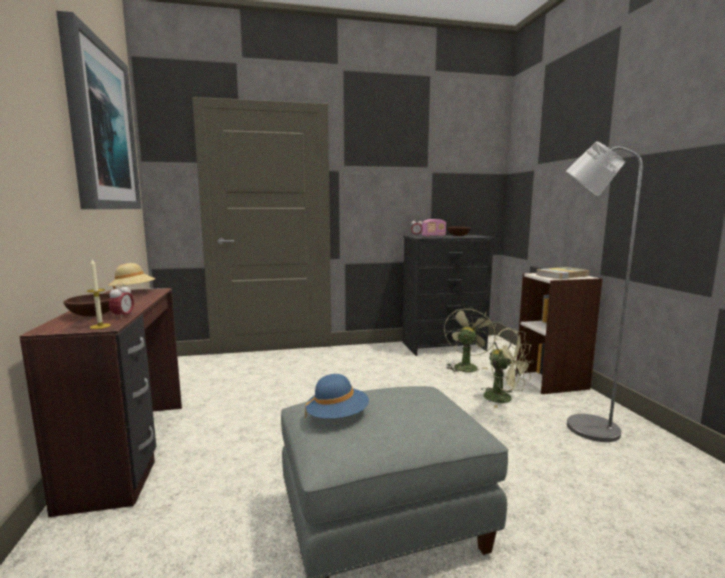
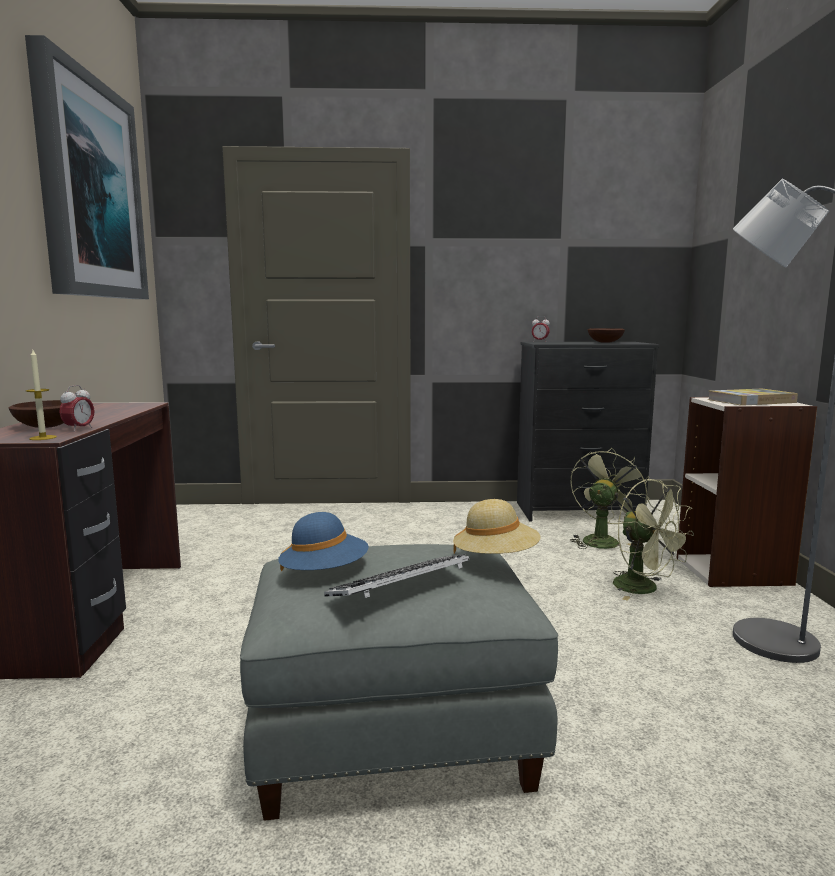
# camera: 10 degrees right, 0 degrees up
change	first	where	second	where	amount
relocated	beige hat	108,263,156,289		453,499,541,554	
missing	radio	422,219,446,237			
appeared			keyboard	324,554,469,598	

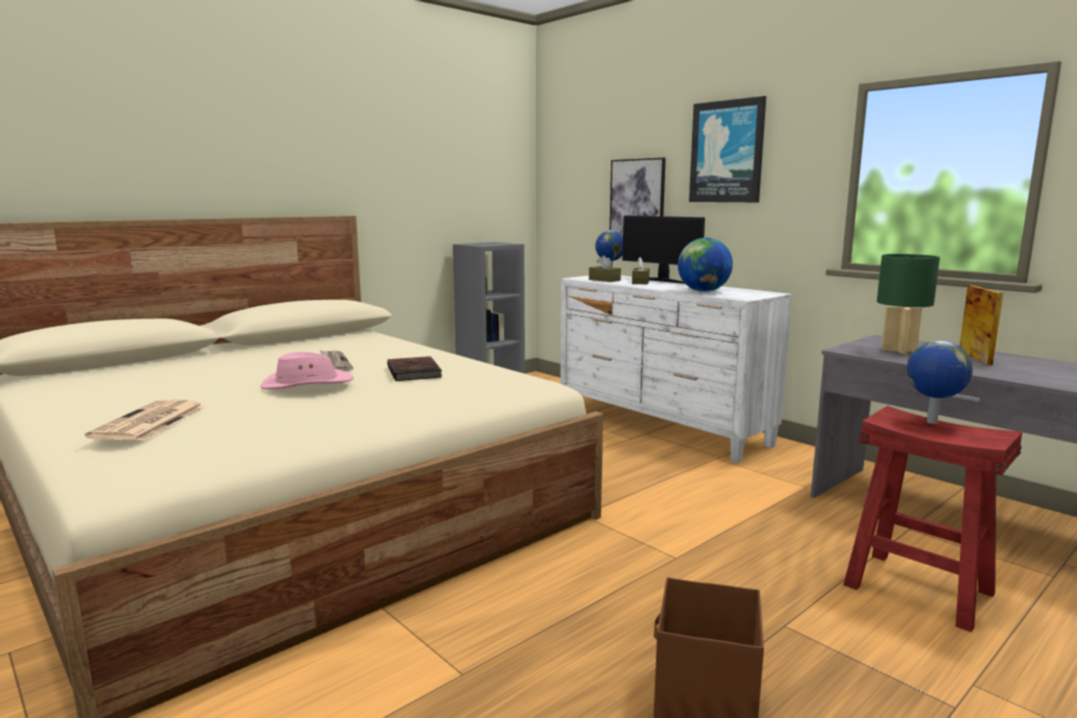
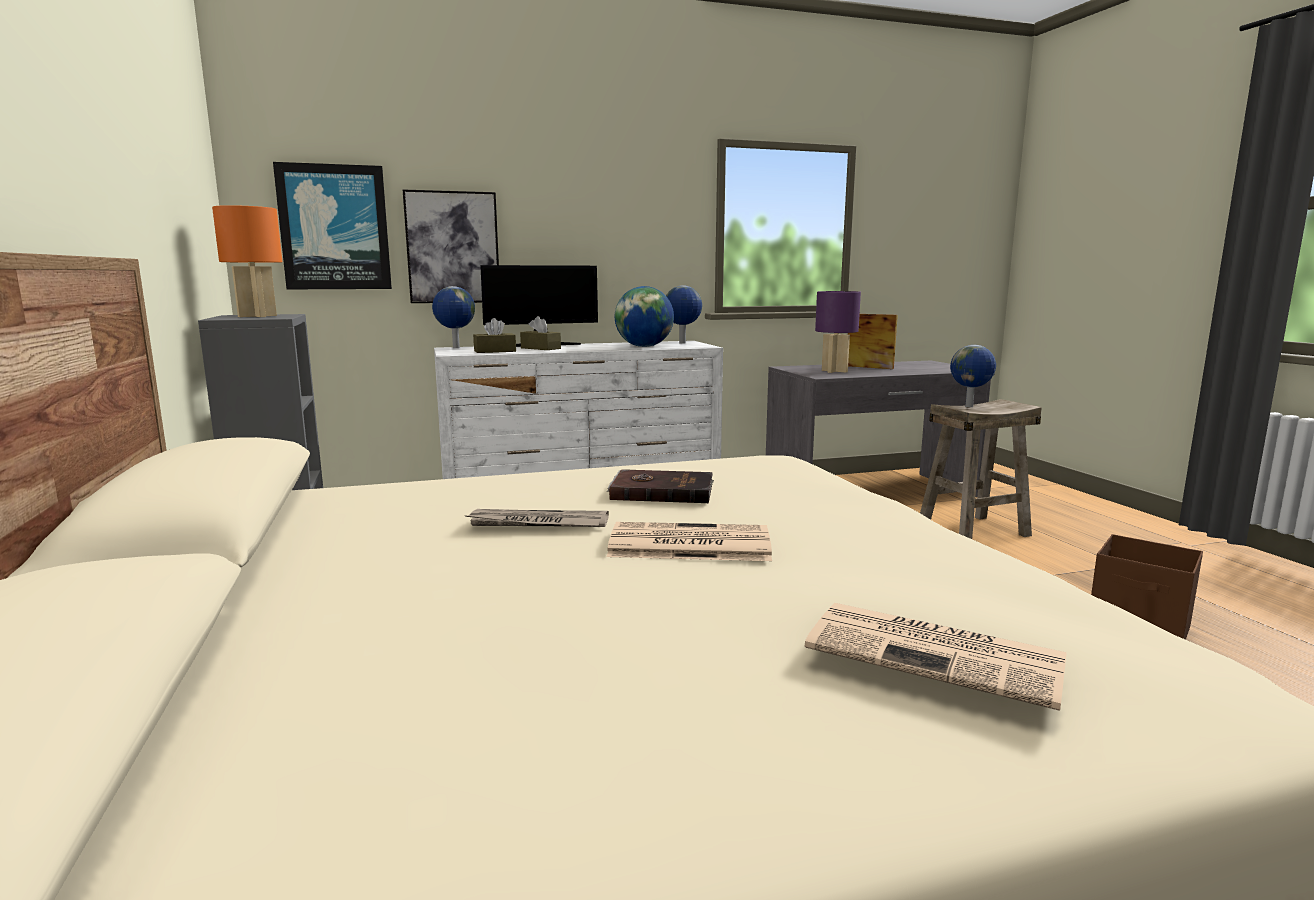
# camera: 65 degrees left, 0 degrees up
change	first	where	second	where	amount
exchanged	pink hat	260,352,354,389	newspaper	607,522,772,561	
relocated	picture	689,96,766,202		273,162,392,289	
colour	red stool	843,406,1022,632	beige stool	920,399,1042,539	
colour	green table lamp	877,254,940,354	purple table lamp	815,291,861,373	
appeared			orange table lamp	212,205,282,317	
appeared			globe	666,285,702,344	

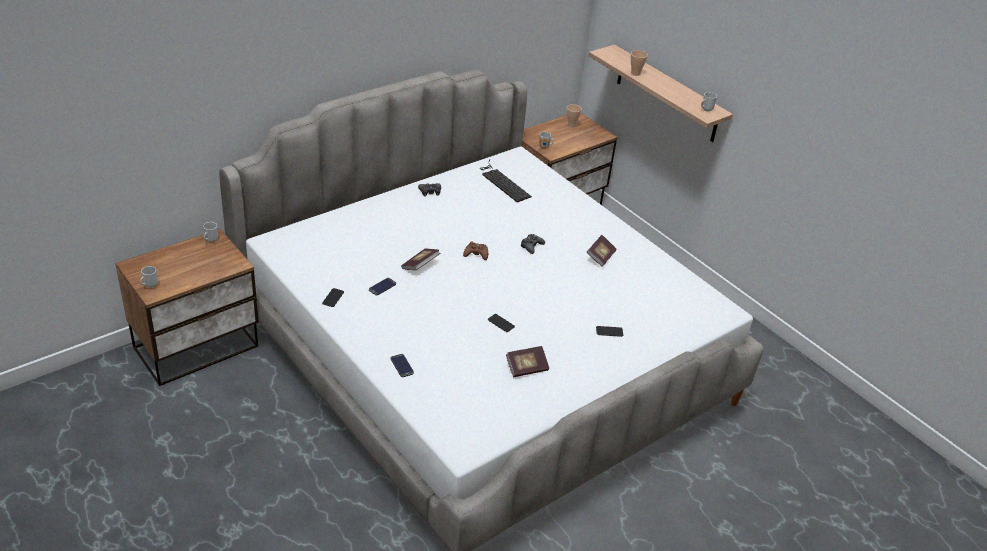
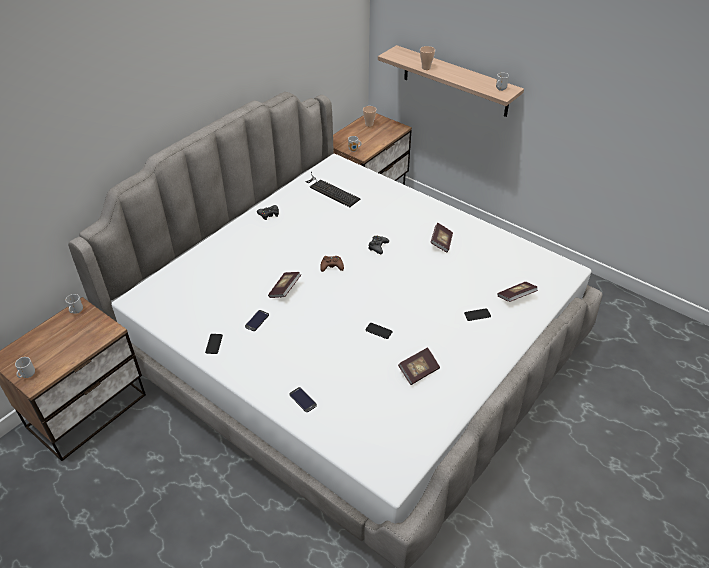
# camera: 10 degrees left, 5 degrees up
change	first	where	second	where	amount
appeared			book	497,282,538,302	

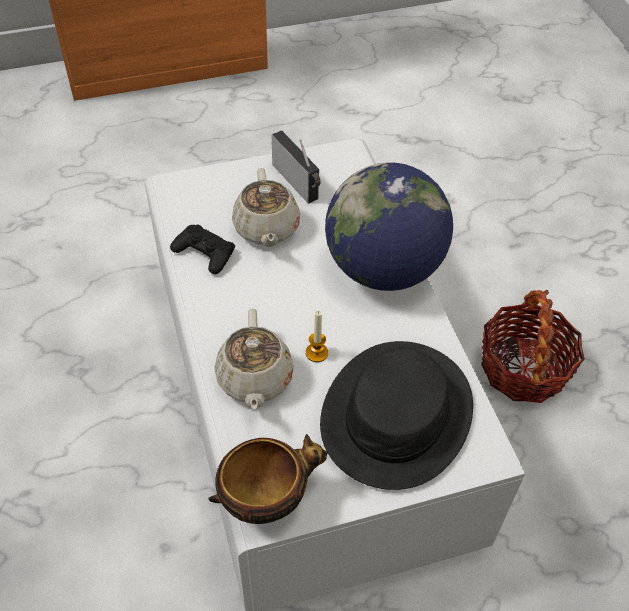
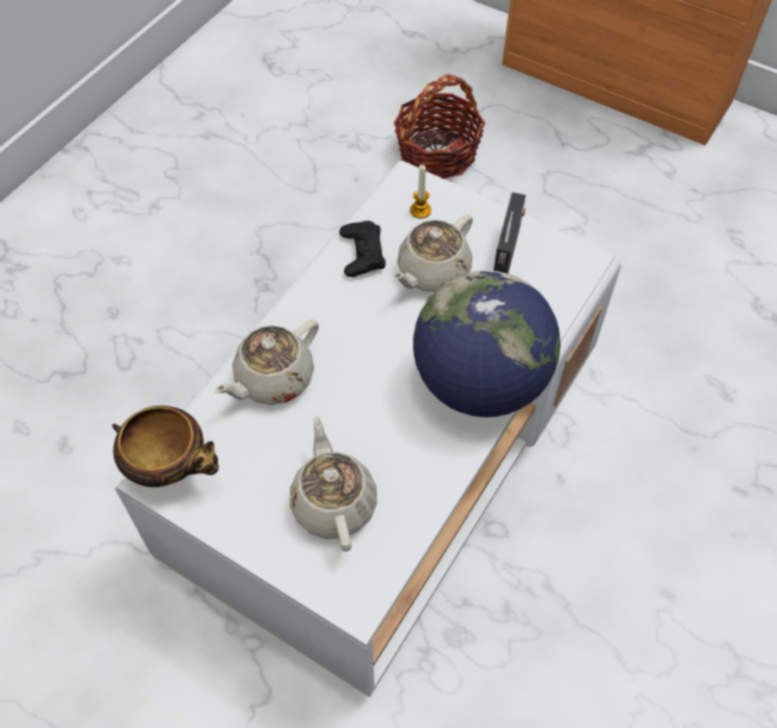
# camera: 50 degrees right, 5 degrees up
change	first	where	second	where	amount
relocated	candle	306,311,328,362		410,164,431,218	
exchanged	black hat	320,341,473,490	beige teapot	290,416,377,551	
relocated	basket	481,290,585,403		394,75,485,179	

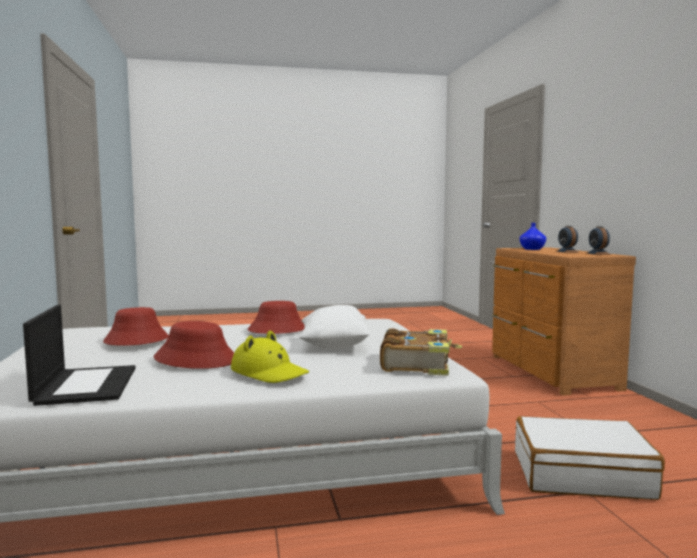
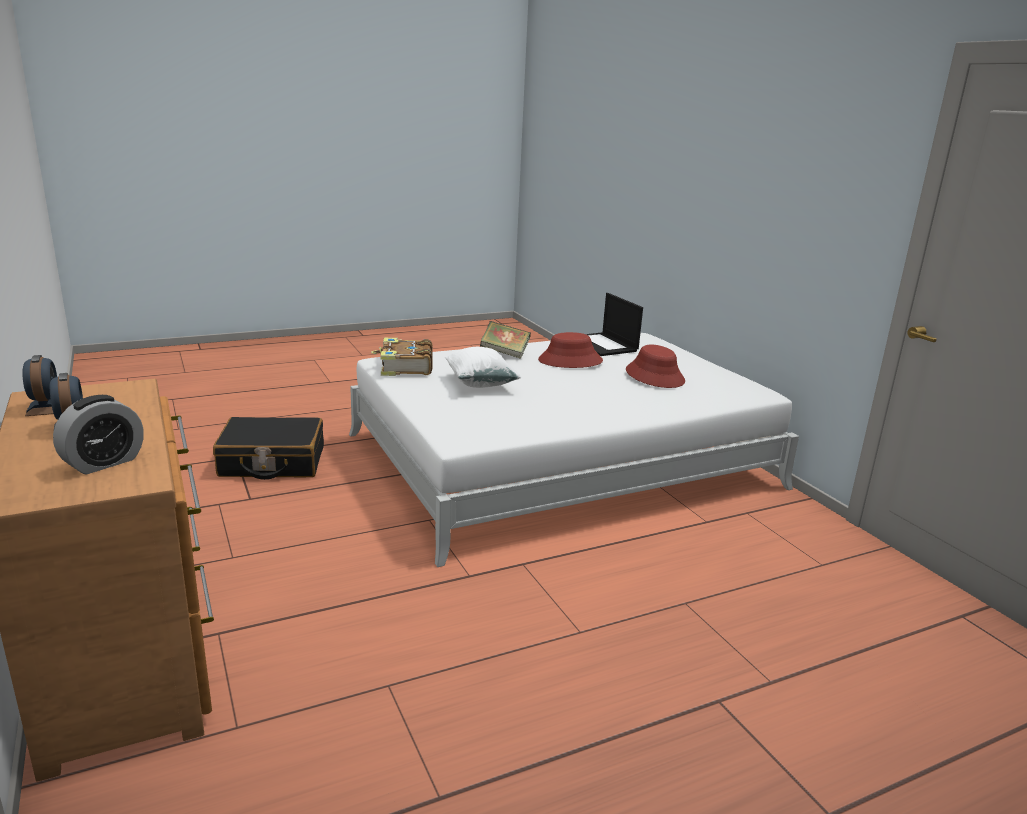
# camera: 165 degrees right, 15 degrees up
change	first	where	second	where	amount
exchanged	yellow hat	231,330,309,383	book	480,321,531,359	
missing	red hat	247,301,305,334			
colour	white suitcase	515,416,665,500	black suitcase	213,417,324,480	
exchanged	blue vase	520,223,546,250	alarm clock	53,395,144,475	

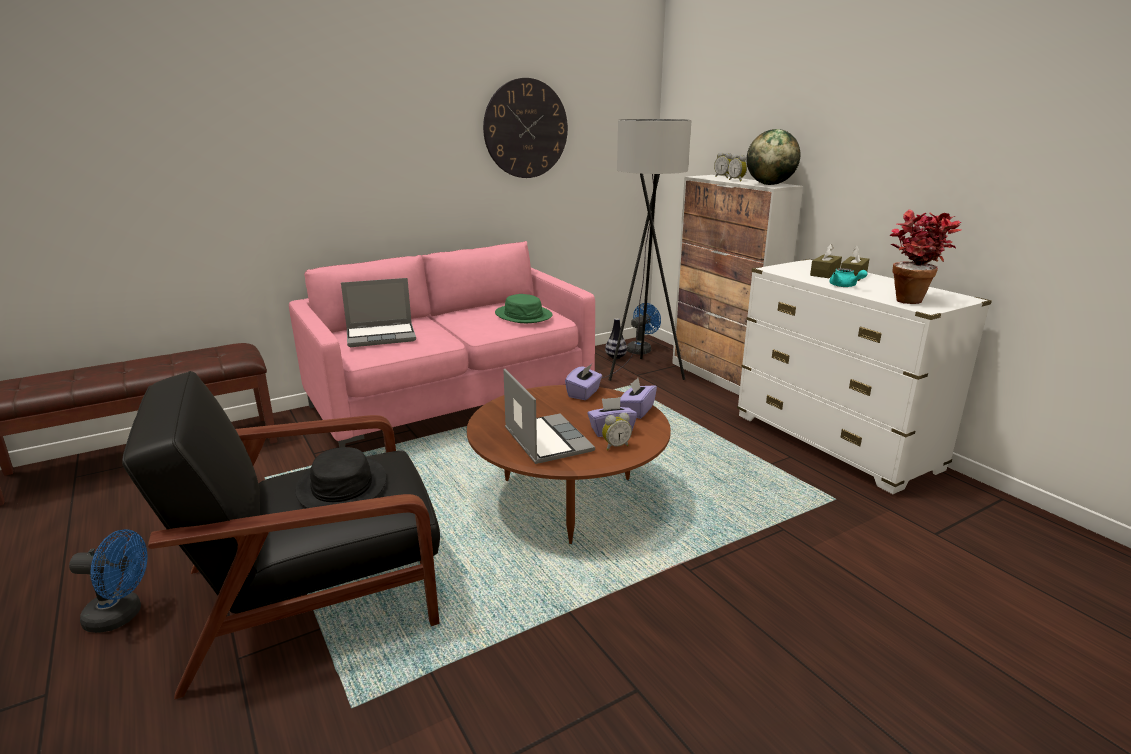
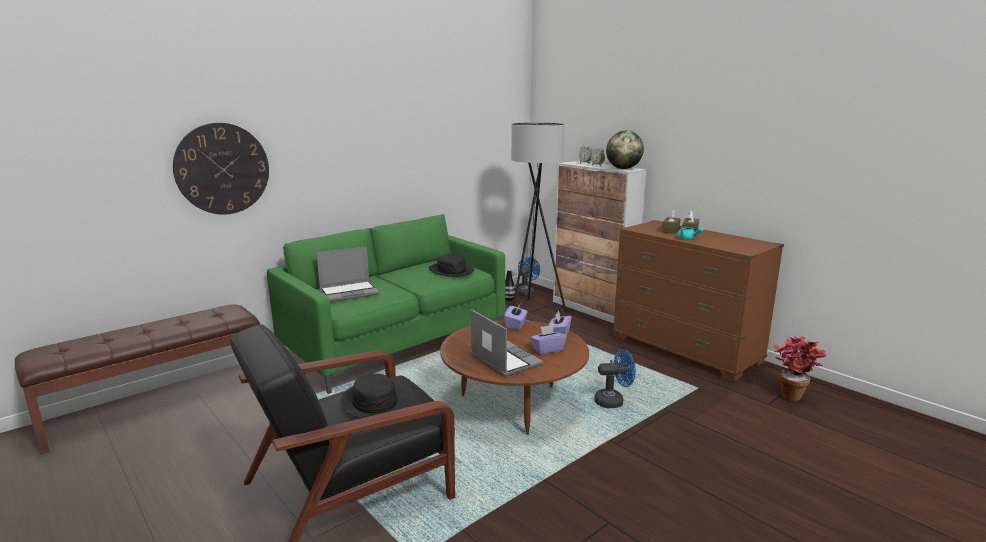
# camera: 10 degrees left, 5 degrees down
change	first	where	second	where	amount
relocated	blue fan	69,529,148,633		594,349,636,408	
colour	pink sofa	289,241,595,448	green sofa	267,214,505,394	
relocated	wall clock	483,78,568,178		173,123,269,215	
colour	green hat	495,294,553,323	black hat	429,254,474,277	
missing	alarm clock	602,413,632,450			
colour	white dresser	737,259,992,494	brown dresser	613,220,784,381	
relocated	potted plant	890,210,961,304		774,336,827,402	

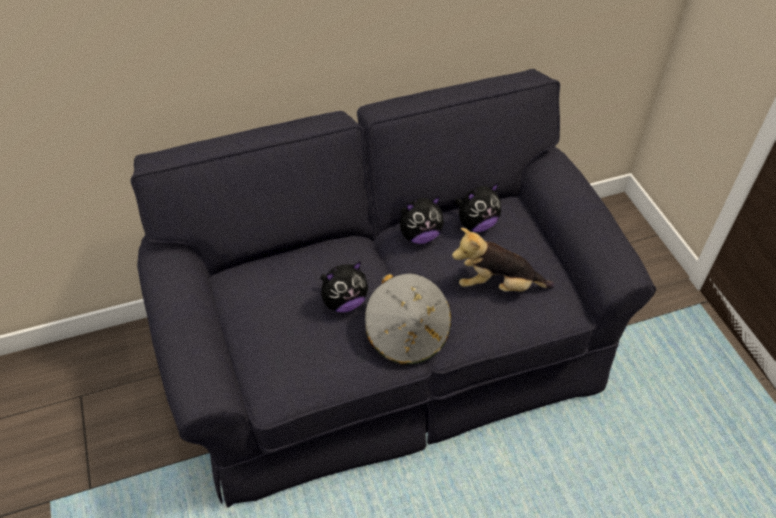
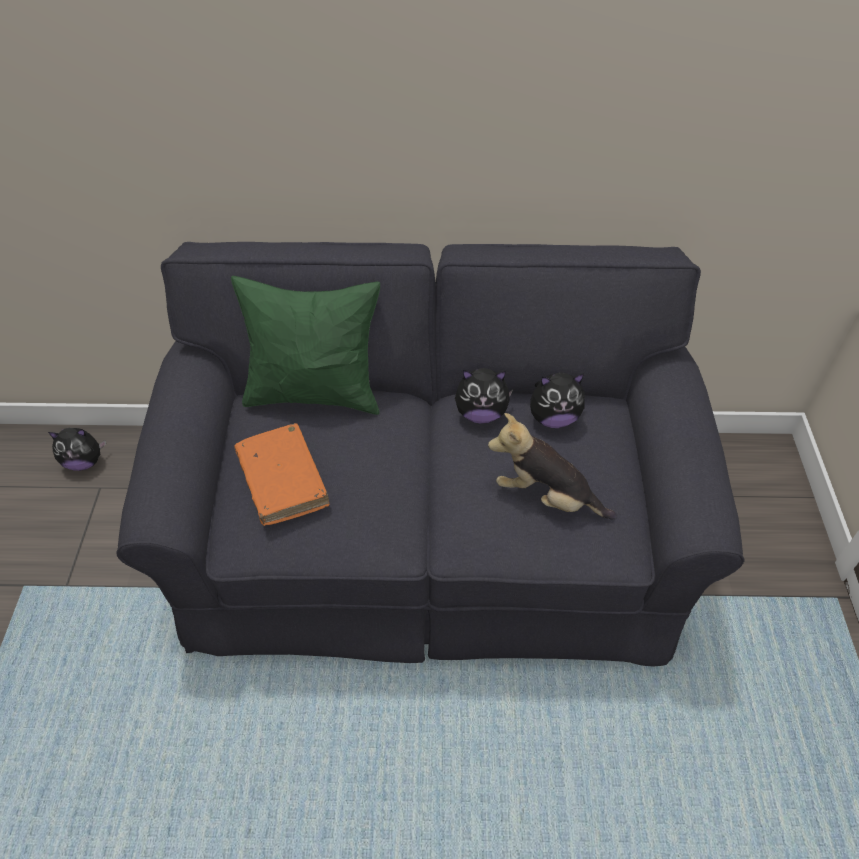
# camera: 20 degrees right, 0 degrees up
change	first	where	second	where	amount
relocated	plush toy	320,261,368,312		48,428,106,471	
missing	grey hat	365,273,451,365			
appeared			green pillow	231,276,380,415	
appeared			orange book	234,423,330,526	

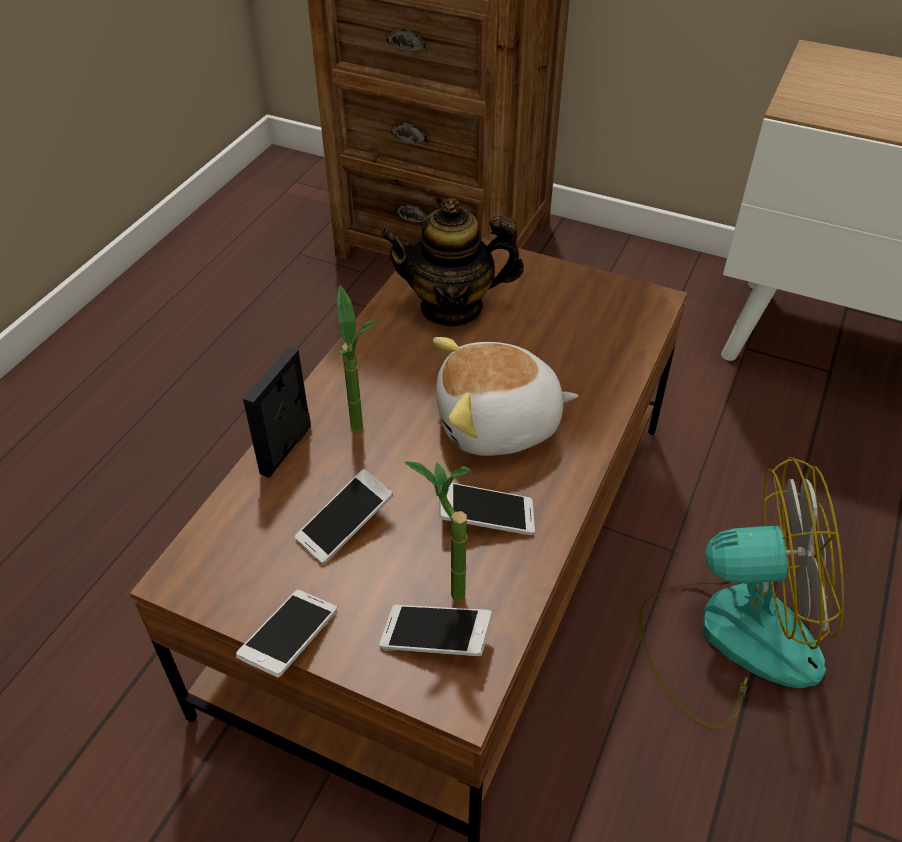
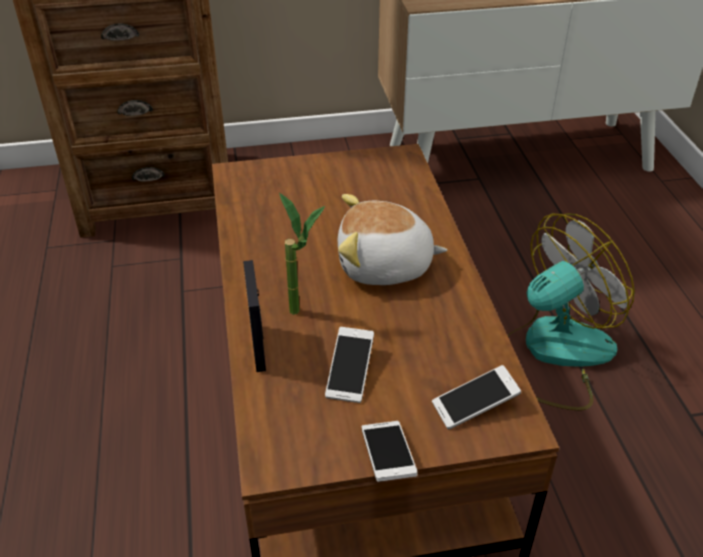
# camera: 35 degrees left, 5 degrees down
change	first	where	second	where	amount
missing	teapot	380,198,524,327			
missing	potted plant	404,462,471,602			
spun	plush toy	433,337,578,456		338,194,447,285	45 degrees clockwise
missing	phone	439,483,535,535			

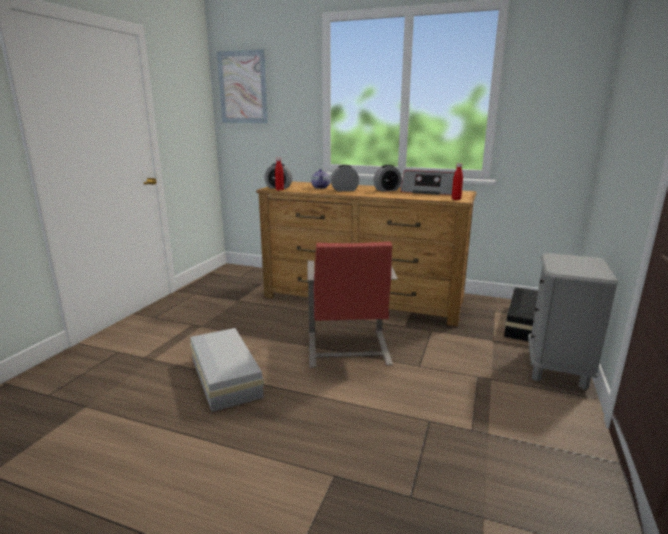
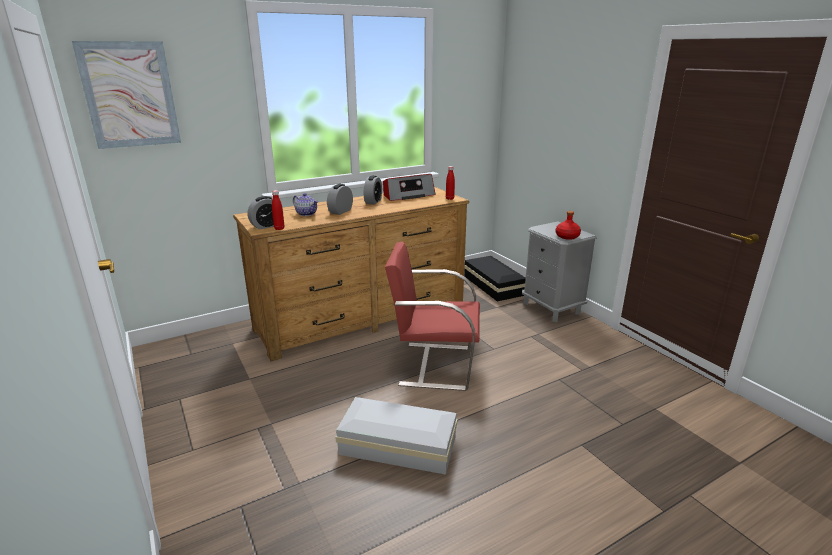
# camera: 50 degrees left, 5 degrees up
change	first	where	second	where	amount
spun	red chair	307,242,398,368		385,242,480,391	150 degrees clockwise
appeared			red bottle	556,211,581,240	

